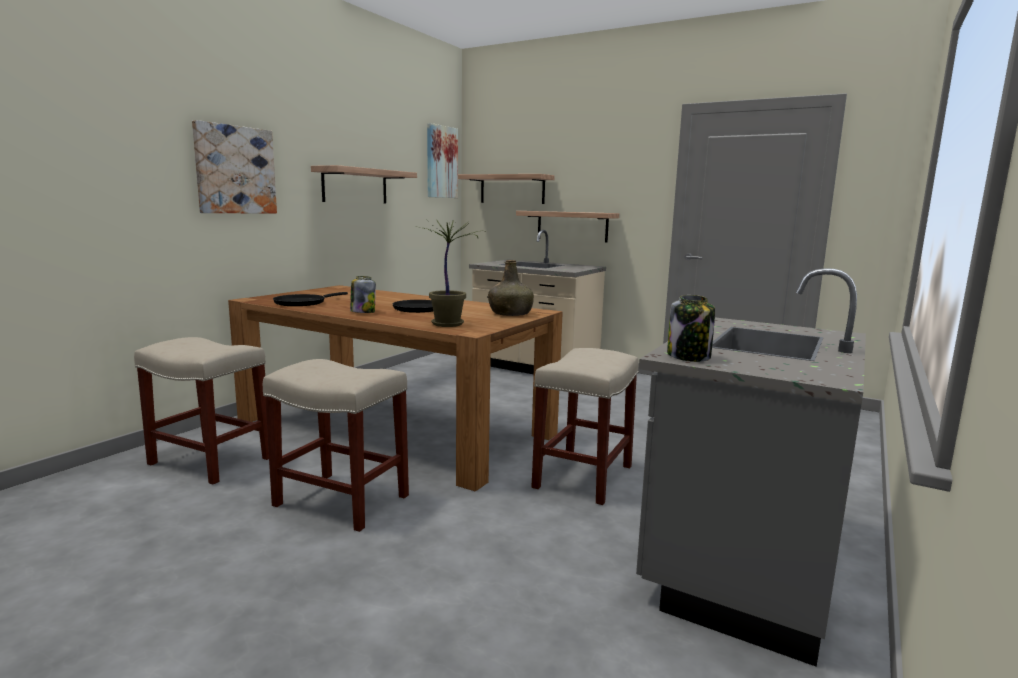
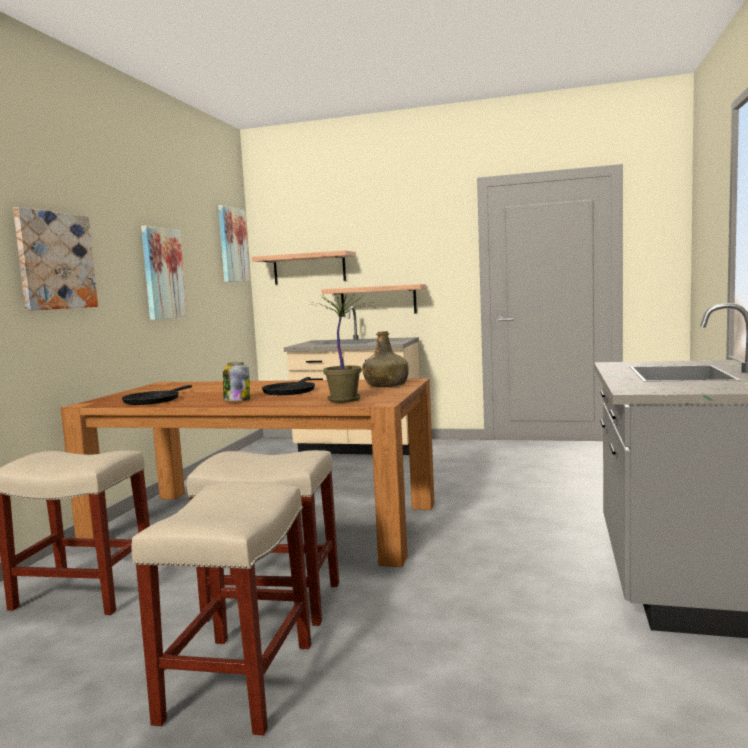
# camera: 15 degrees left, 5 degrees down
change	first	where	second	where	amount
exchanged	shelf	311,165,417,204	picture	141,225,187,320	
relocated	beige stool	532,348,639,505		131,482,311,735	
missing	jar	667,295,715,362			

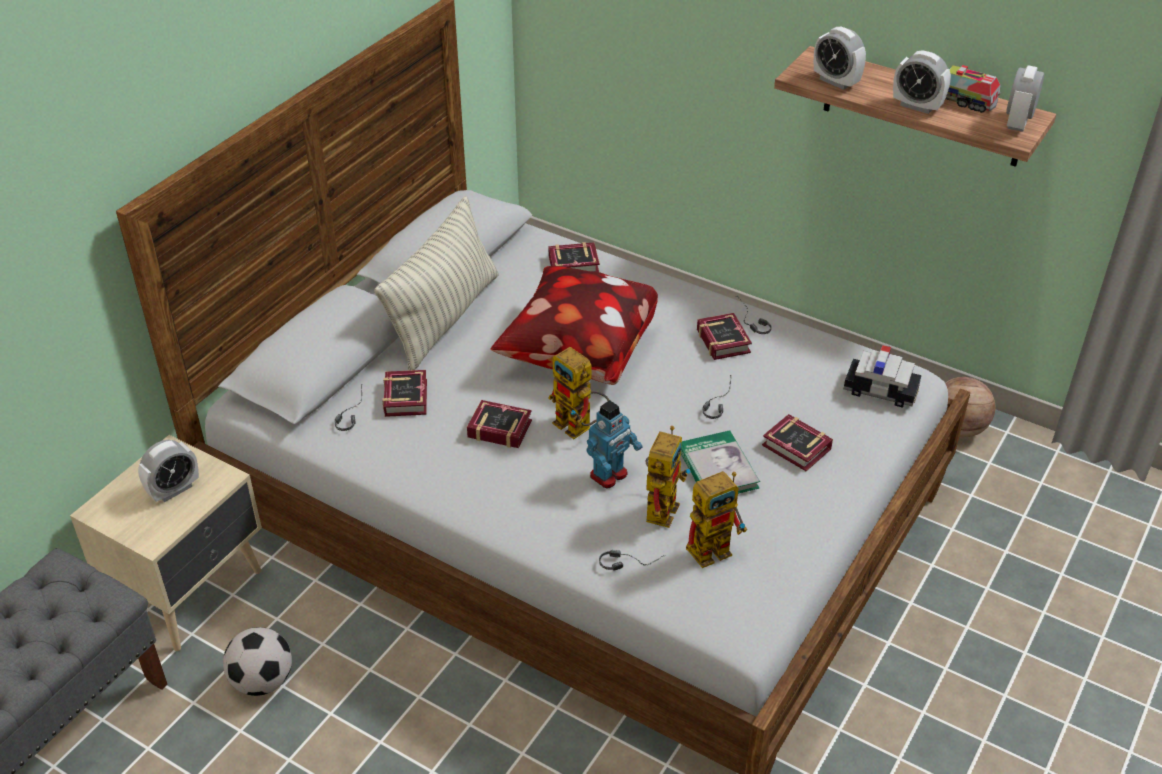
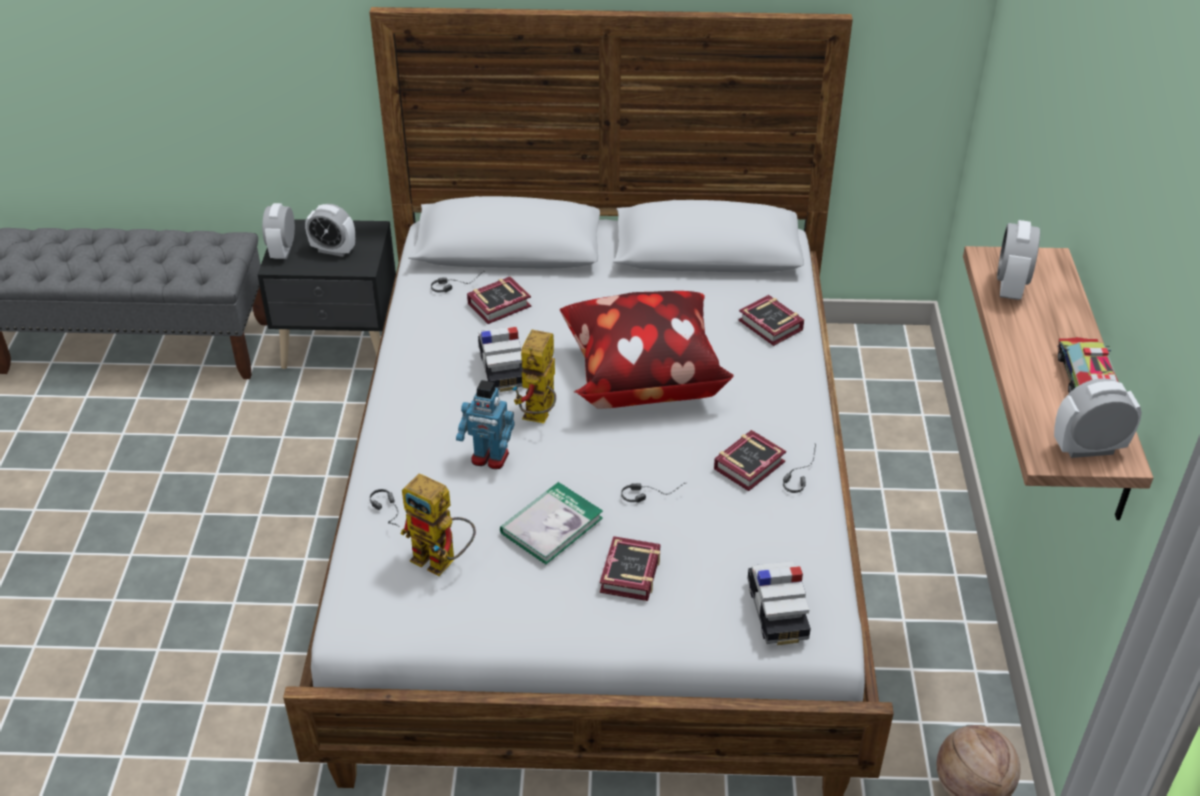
# camera: 60 degrees right, 0 degrees up
change	first	where	second	where	amount
colour	beige nightstand	70,435,262,651	black nightstand	258,219,396,369	
missing	football	223,627,292,696			
missing	pillow	374,196,499,371			
exchanged	book	467,400,532,448	toy car	478,326,523,392	
missing	toy robot	646,426,690,528			
relocated	alarm clock	893,50,951,114		262,203,295,259	

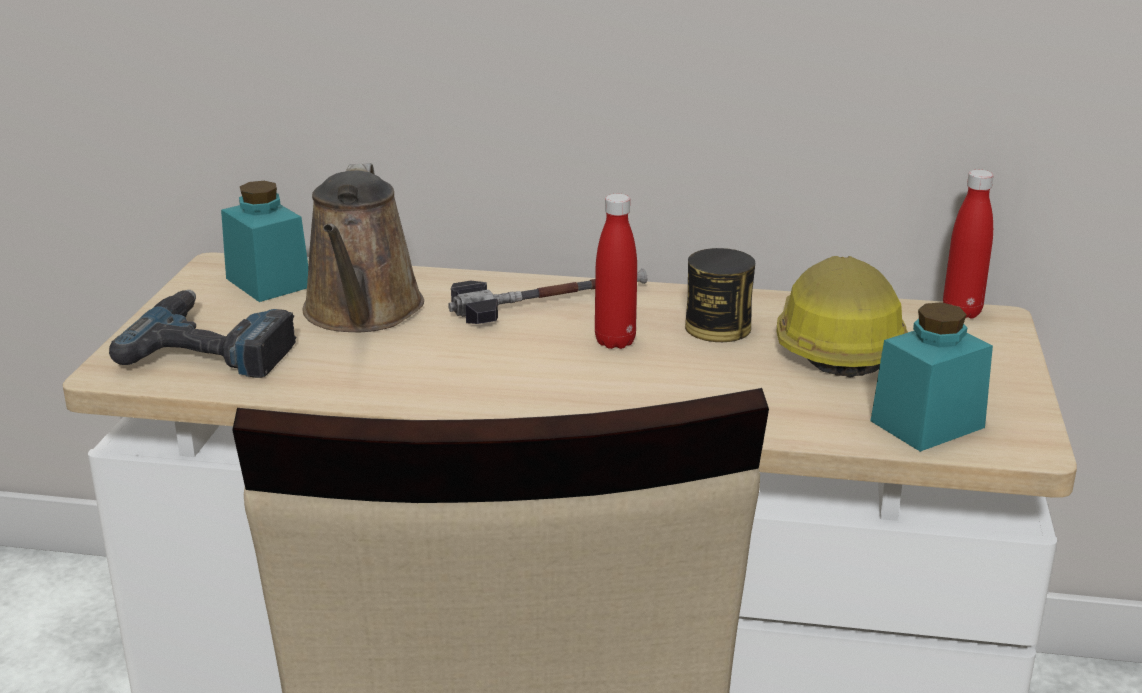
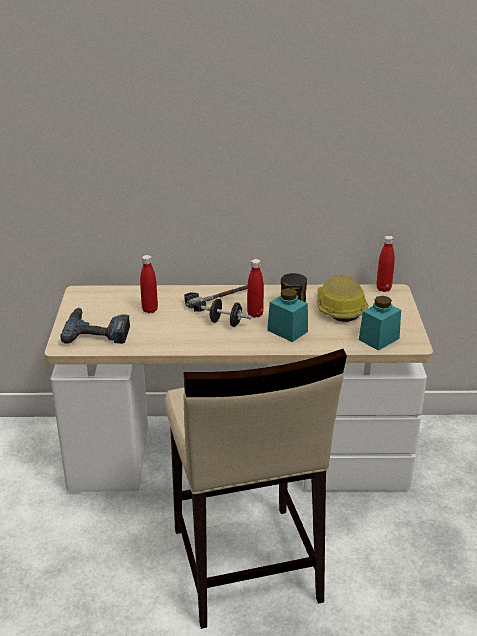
# camera: 10 degrees left, 5 degrees up
change	first	where	second	where	amount
relocated	turquoise jar	221,181,308,302		267,288,308,342	
exchanged	brown watering can	303,163,424,332	red bottle	140,255,158,313	
appeared			black dumbbell	201,299,252,327	

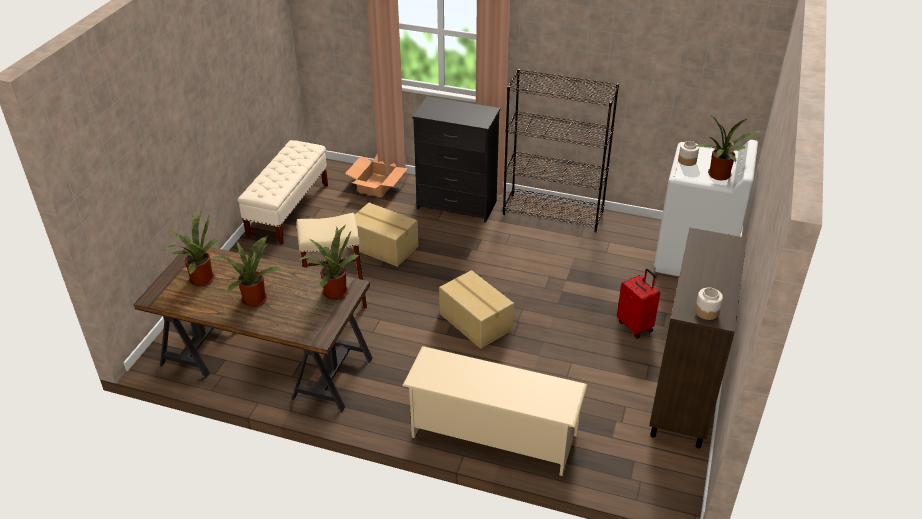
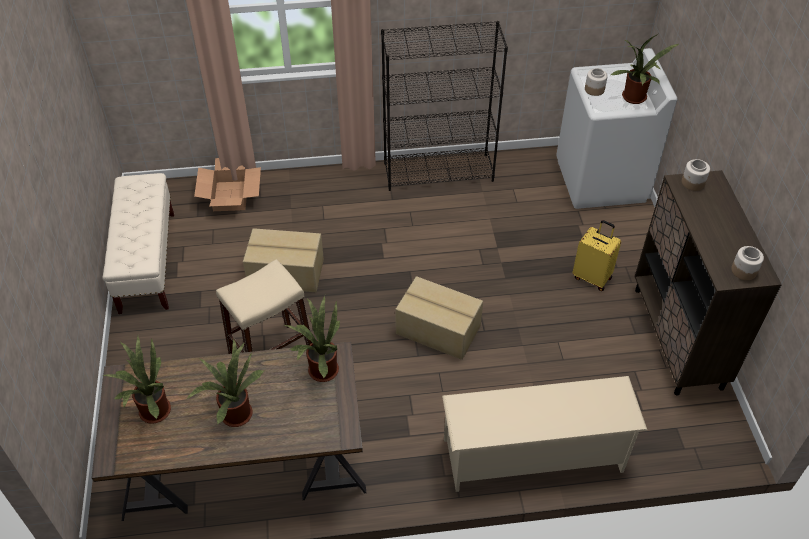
# camera: 25 degrees left, 10 degrees up
change	first	where	second	where	amount
missing	black dresser	412,96,500,222			
colour	red suitcase	617,269,660,338	yellow suitcase	572,220,621,291	
appeared			jar	682,159,710,191	

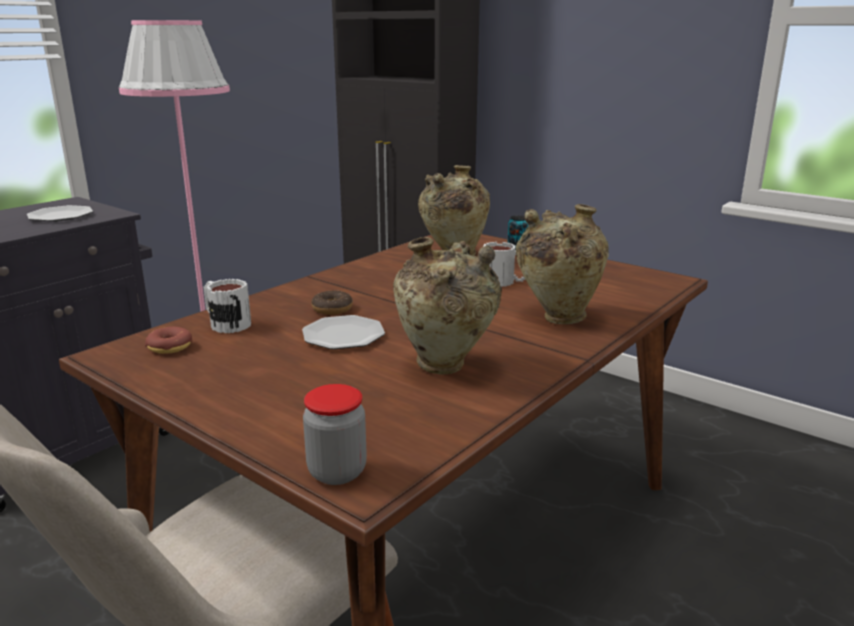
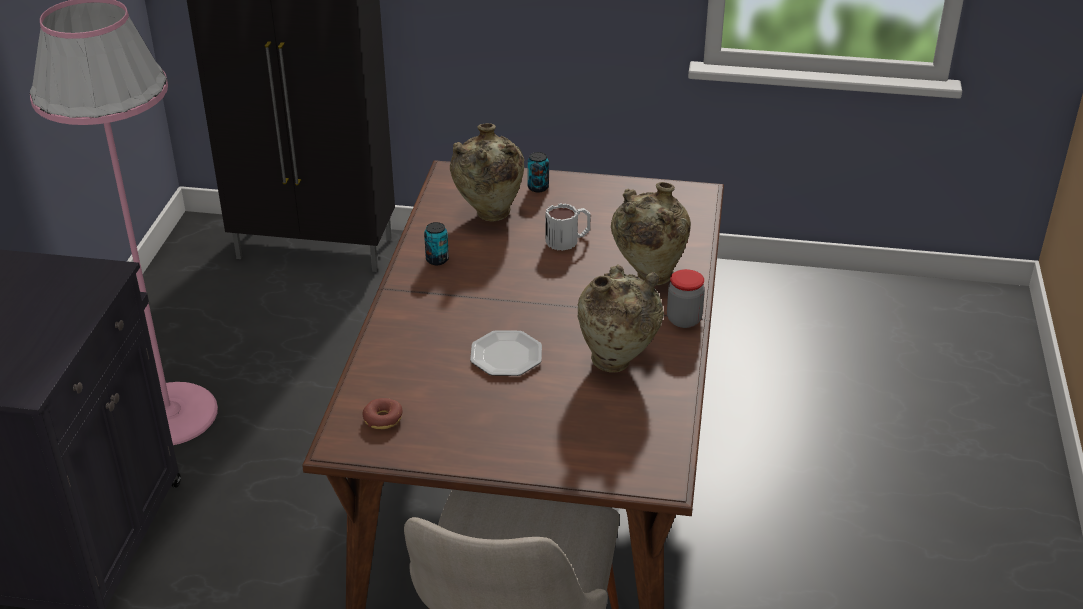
# camera: 30 degrees left, 15 degrees up
change	first	where	second	where	amount
missing	plate	27,205,93,221			
missing	mug	204,279,251,333			
relocated	jar	303,384,367,485		667,269,705,328	
missing	donut	311,291,353,315			
appeared			can	424,222,449,265	

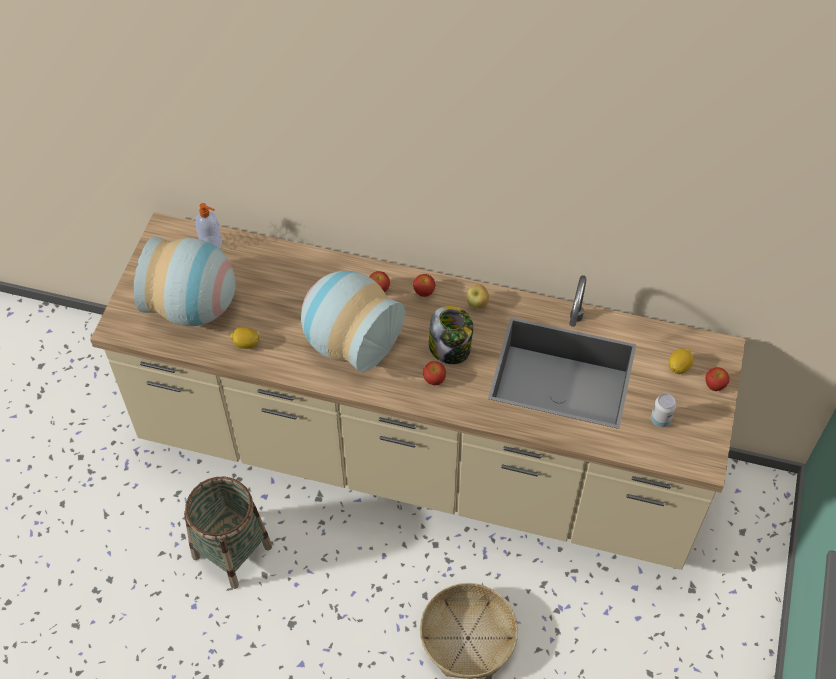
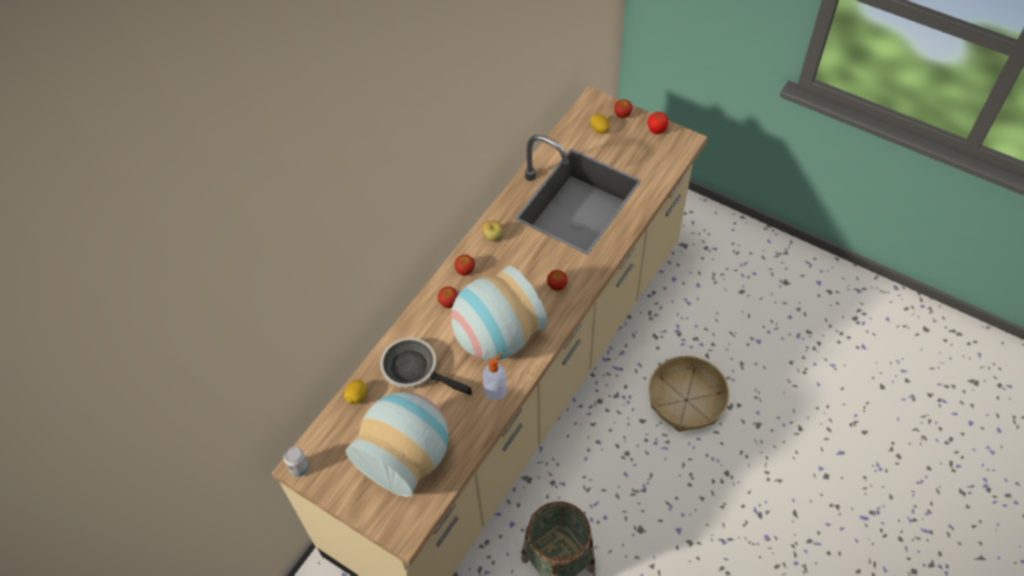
# camera: 70 degrees left, 0 degrees up
change	first	where	second	where	amount
relocated	soap dispenser	195,203,222,249		483,353,506,401	
relocated	lemon	230,327,259,349		344,380,367,404	
missing	jar	429,306,473,364			
relocated	can	651,394,677,427		284,447,309,477	
appeared			frying pan	380,337,472,395	
appeared			tomato	648,112,668,134	

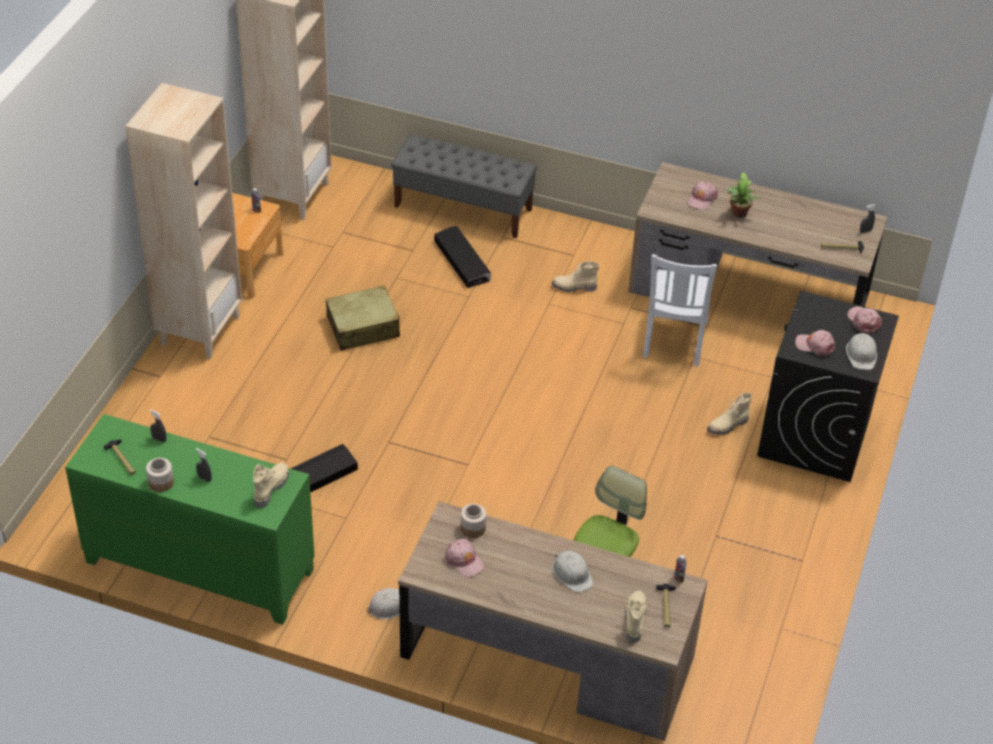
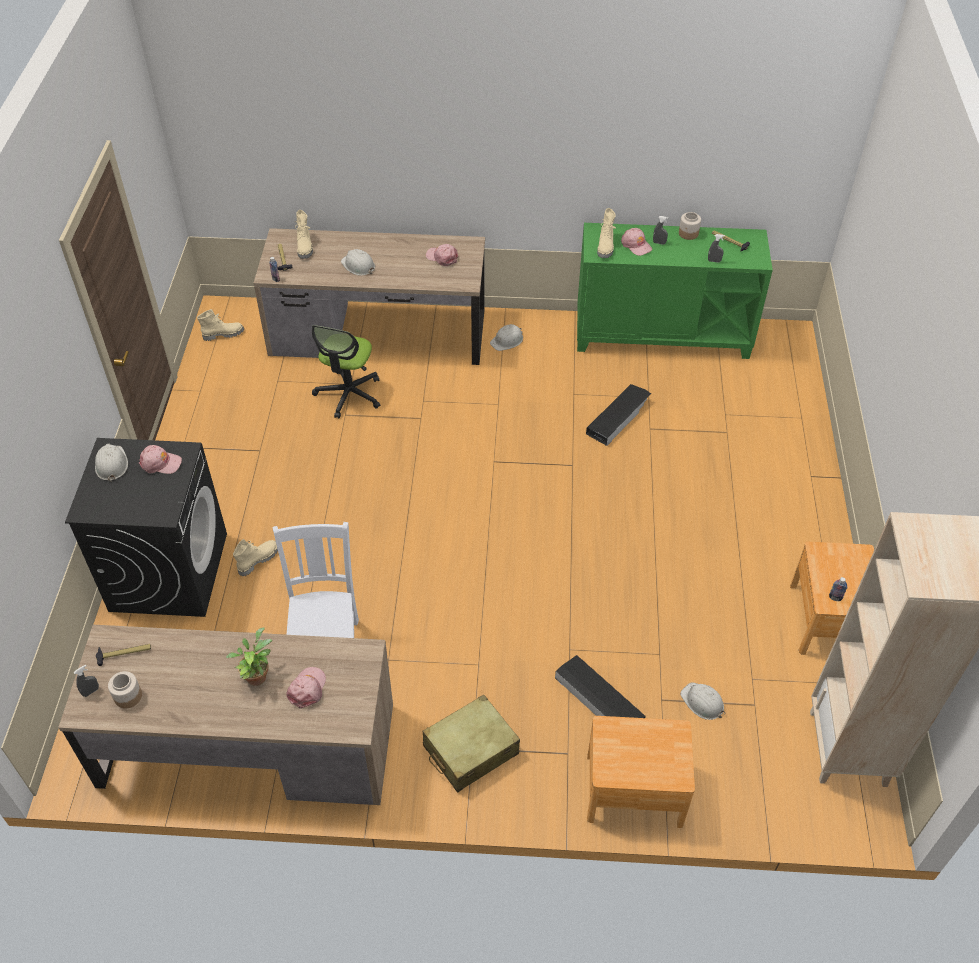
# camera: 165 degrees right, 5 degrees up
change	first	where	second	where	amount
missing	beige bookcase	125,83,242,359			
relocated	beige suitcase	326,285,400,350		423,695,520,792	
exchanged	grey bench	391,134,537,238	brown nightstand	587,716,695,828	
relocated	jar	461,504,486,538		108,671,142,708	
relocated	beige boot	552,261,599,293		197,309,244,341	
relocated	pink cap	847,306,882,333		621,228,652,256	
appeared			white hard hat	680,682,725,720	

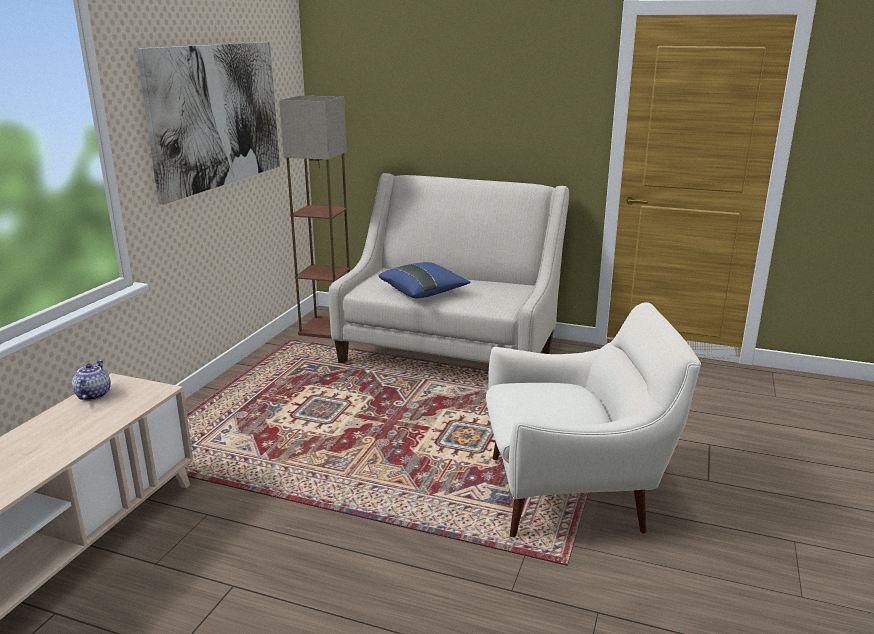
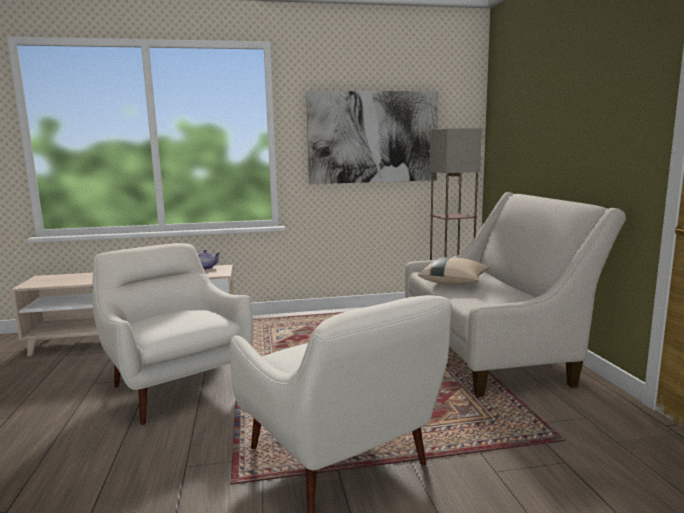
# camera: 60 degrees right, 10 degrees down
change	first	where	second	where	amount
colour	blue pillow	379,262,470,298	beige pillow	418,257,490,285	
appeared			white armchair	92,243,254,425	

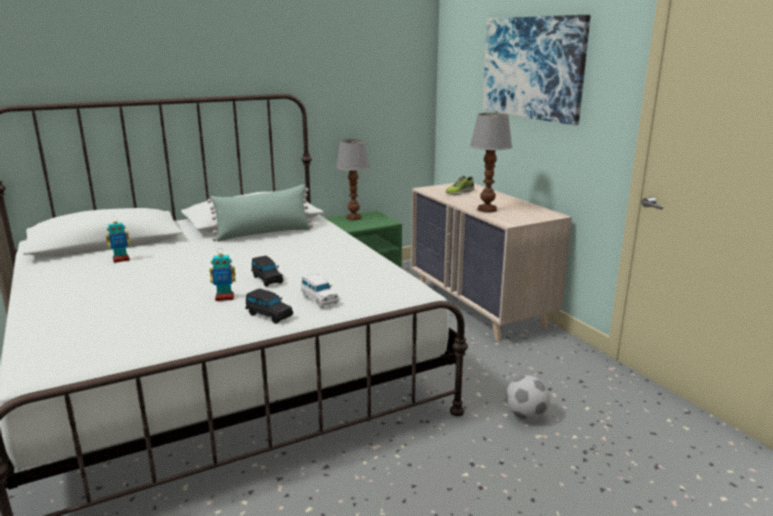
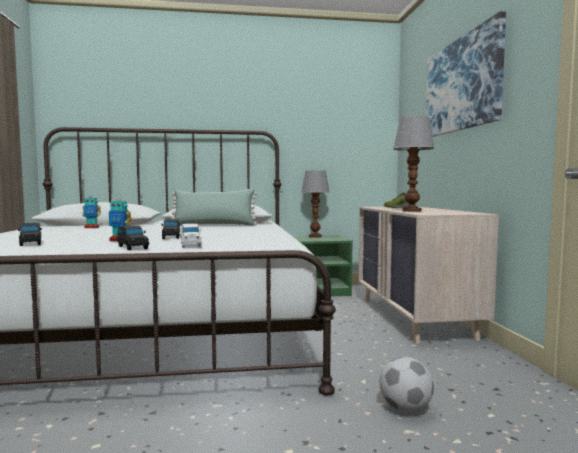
# camera: 20 degrees right, 15 degrees down
change	first	where	second	where	amount
appeared			black toy car	18,223,42,246	

